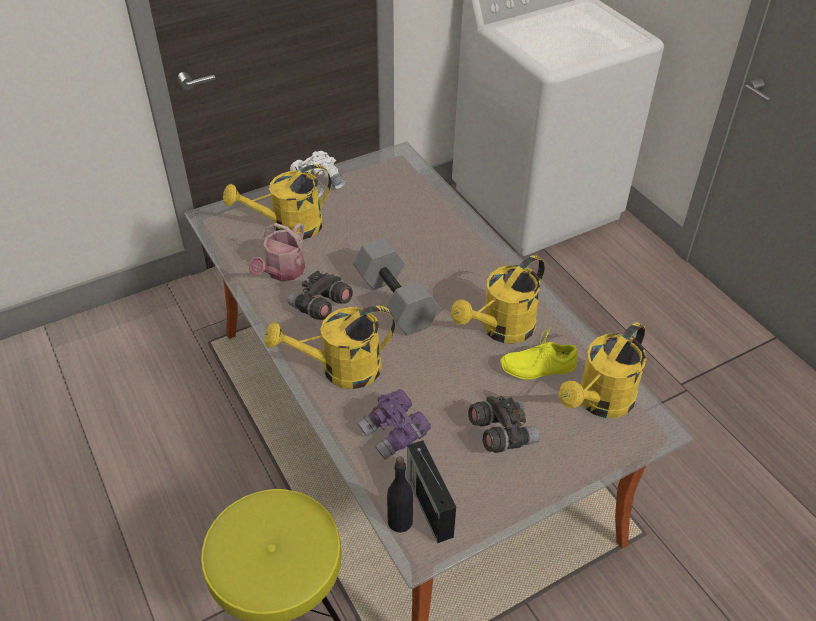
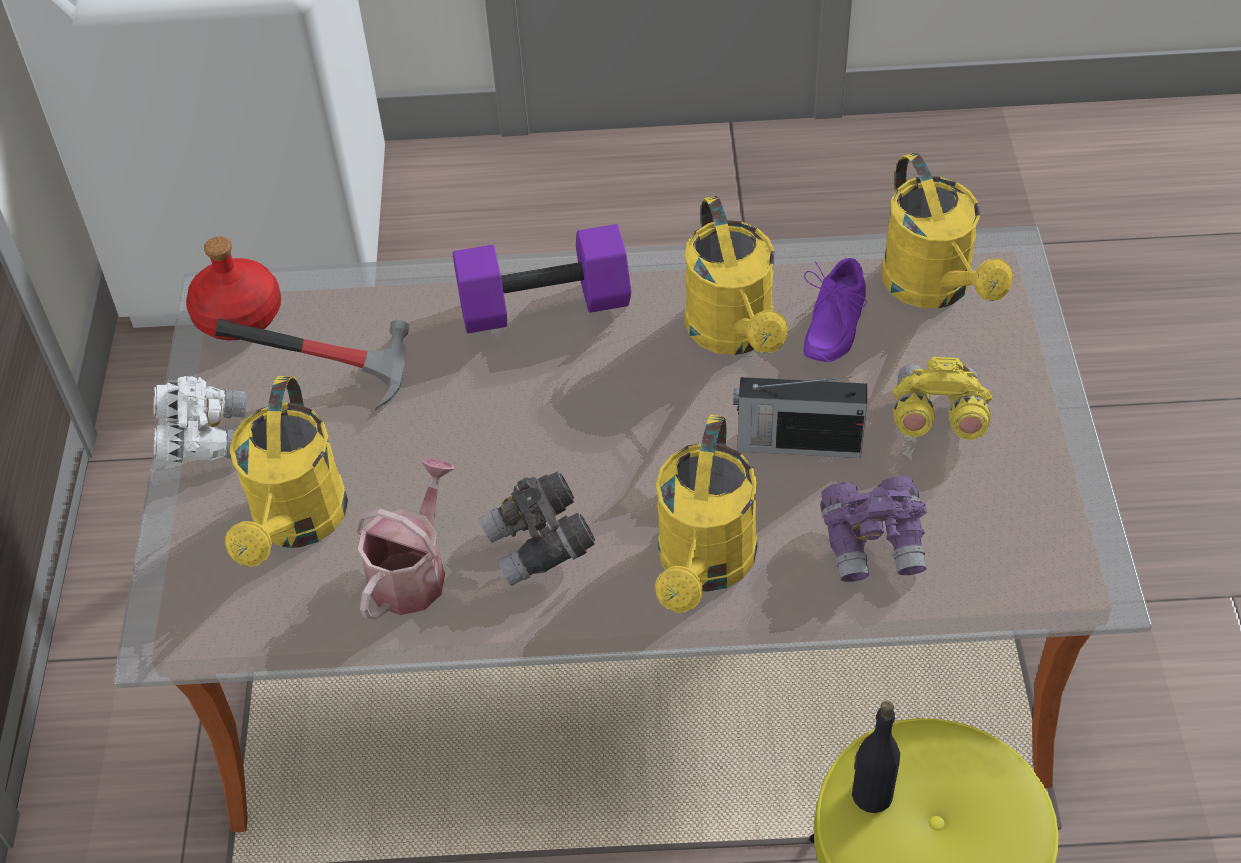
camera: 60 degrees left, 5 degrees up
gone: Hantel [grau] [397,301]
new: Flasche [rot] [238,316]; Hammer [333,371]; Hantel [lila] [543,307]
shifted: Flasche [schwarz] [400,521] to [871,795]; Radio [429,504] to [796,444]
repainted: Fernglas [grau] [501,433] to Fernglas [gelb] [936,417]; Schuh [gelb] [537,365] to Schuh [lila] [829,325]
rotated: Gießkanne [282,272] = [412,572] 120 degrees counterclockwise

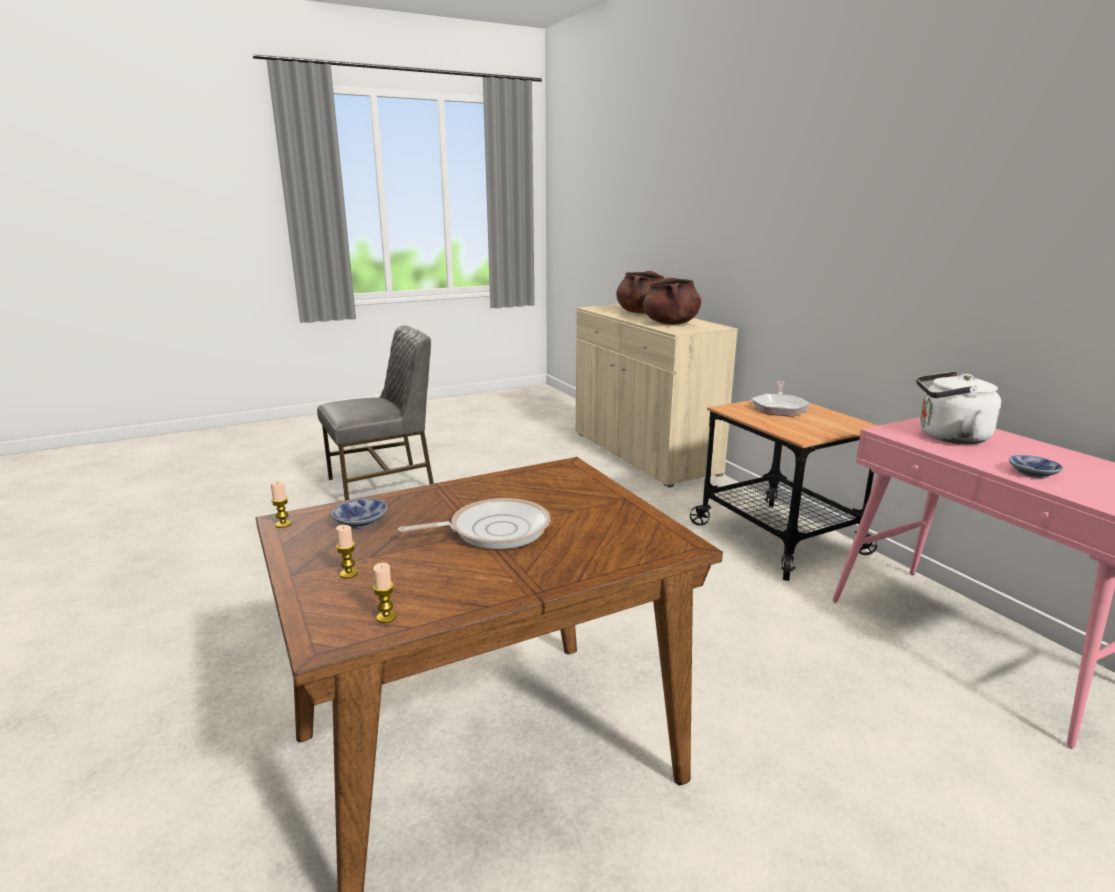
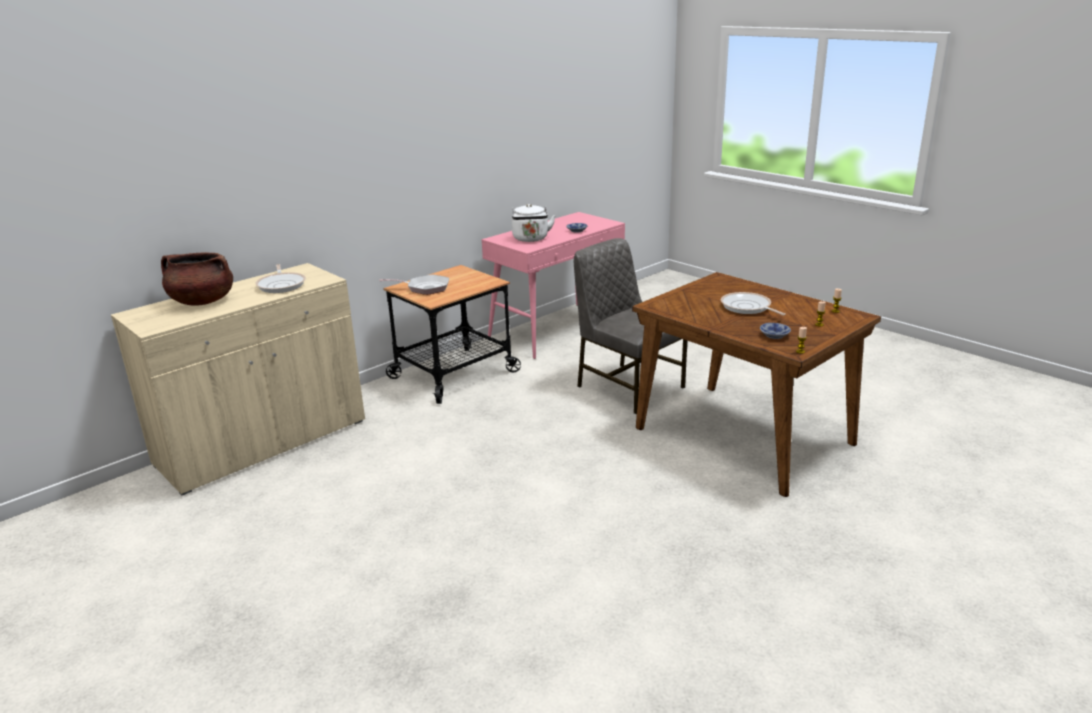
camera: 105 degrees left, 5 degrees up
shifted: Stuhl [grau] [383,484] to [628,386]
swapped: Kochtopf [braun] [670,323] to Pfanne [282,285]

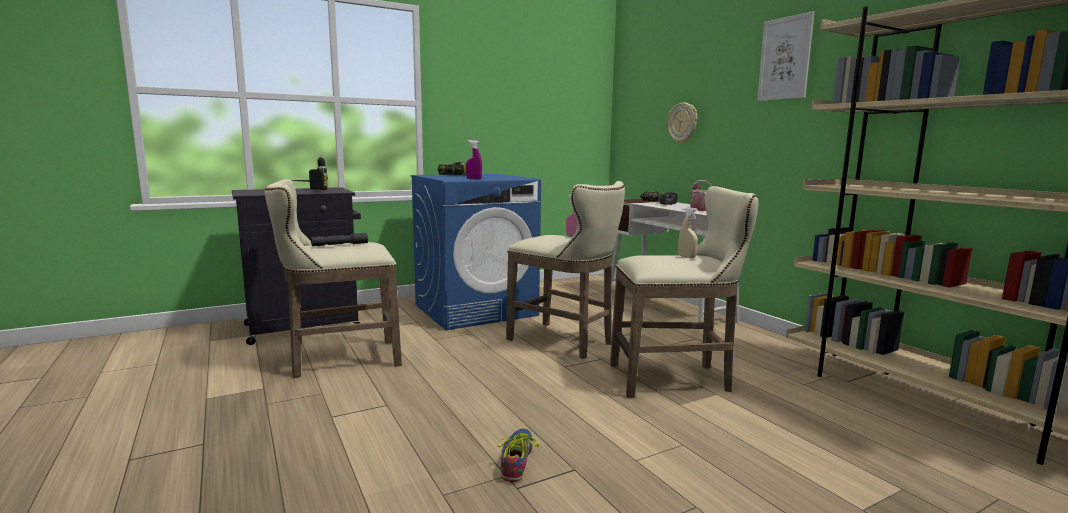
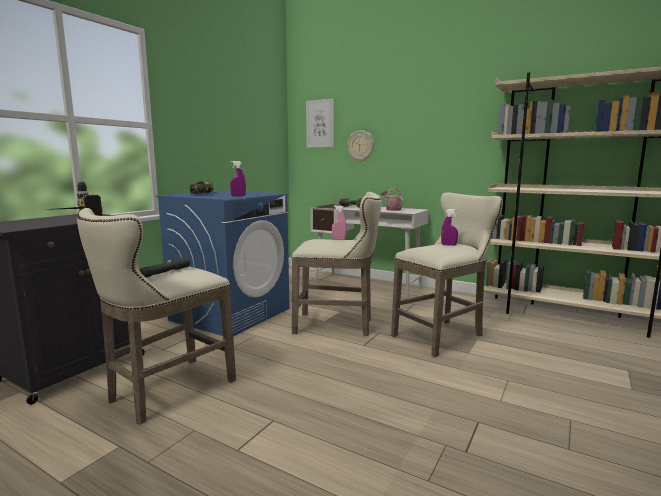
camera: 30 degrees left, 0 degrees up
gone: Schuh [516,460]
shifted: Bild [785,58] to [320,123]
repainted: Sprühflasche [beige] [686,257] to Sprühflasche [lila] [448,245]

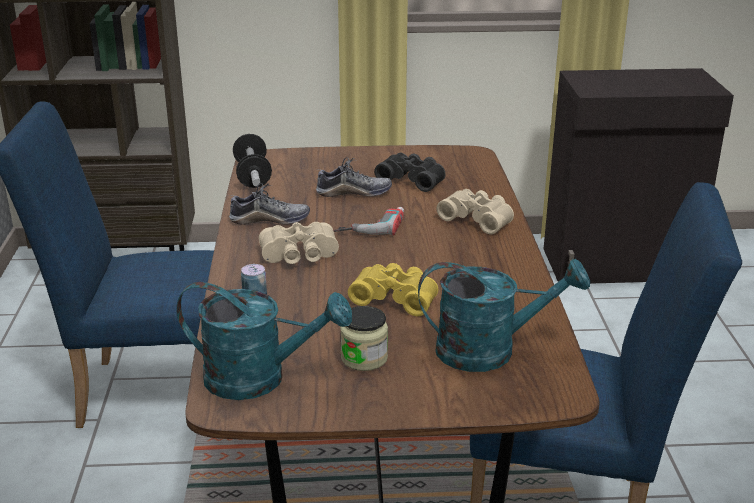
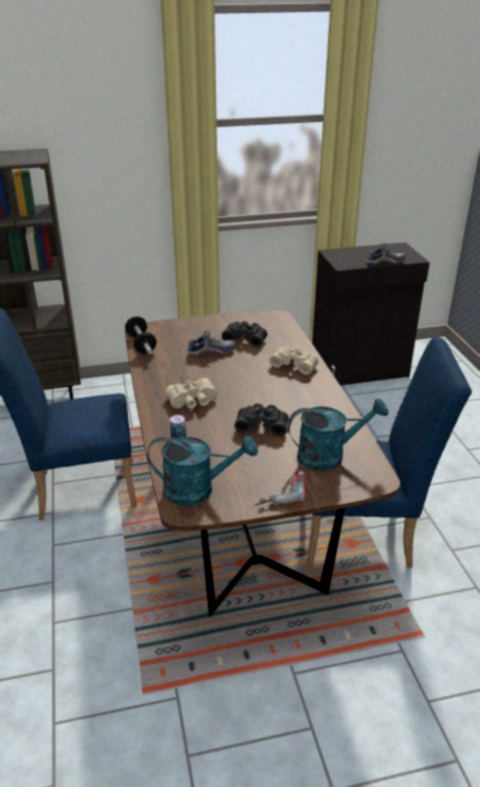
camera: 10 degrees left, 5 degrees up
gone: Vorratsglas [364,358]
shifted: Schuh [269,220] to [385,262]; Bohrmaschine [369,225] to [280,491]
repainted: Fernglas [gelb] [395,297] to Fernglas [schwarz] [262,425]

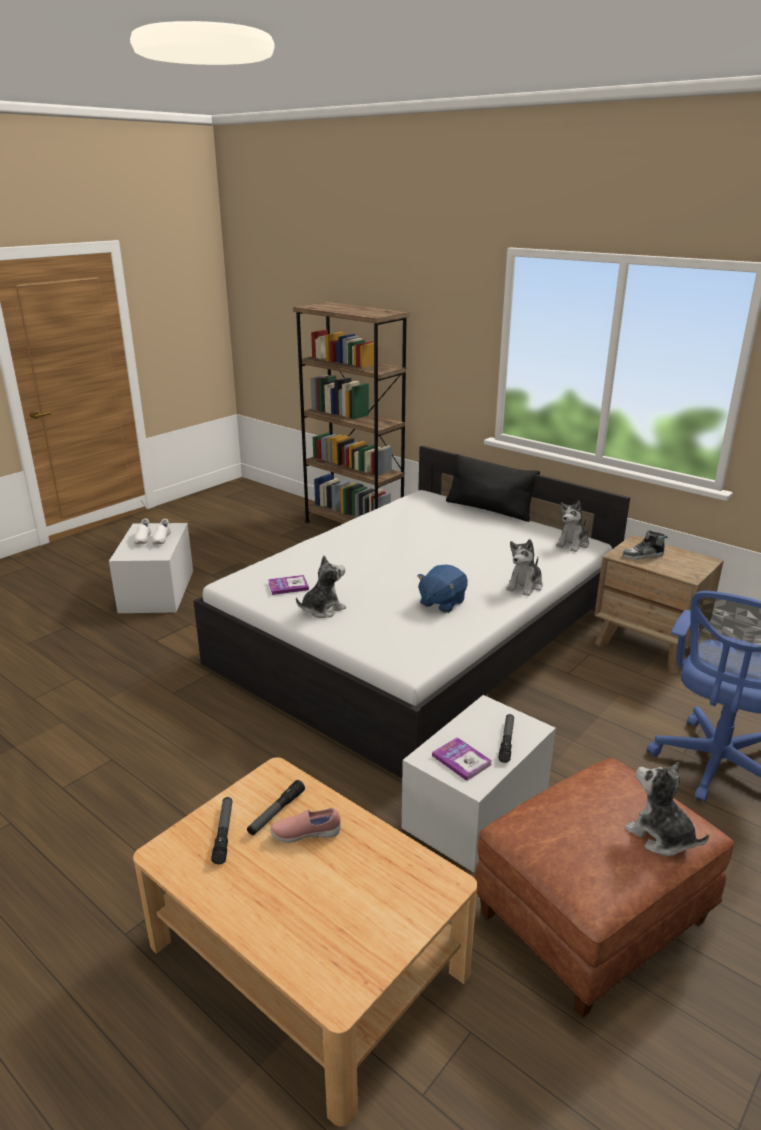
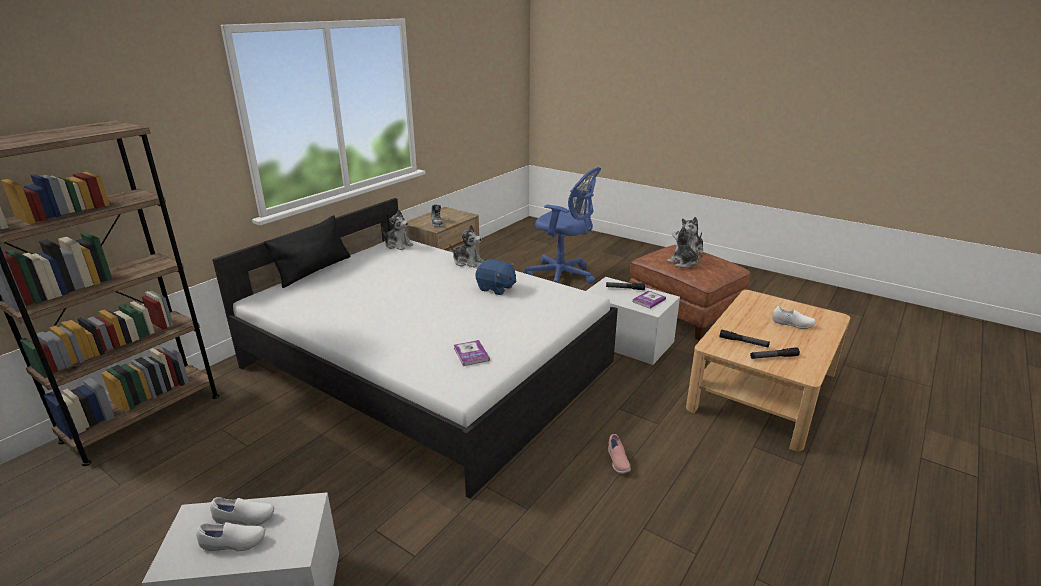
camera: 95 degrees left, 0 degrees up
new: Schuh [weiß] [792,324]
shifted: Schuh [rosa] [305,834] to [617,461]; Plüschtier [322,609] to [683,263]

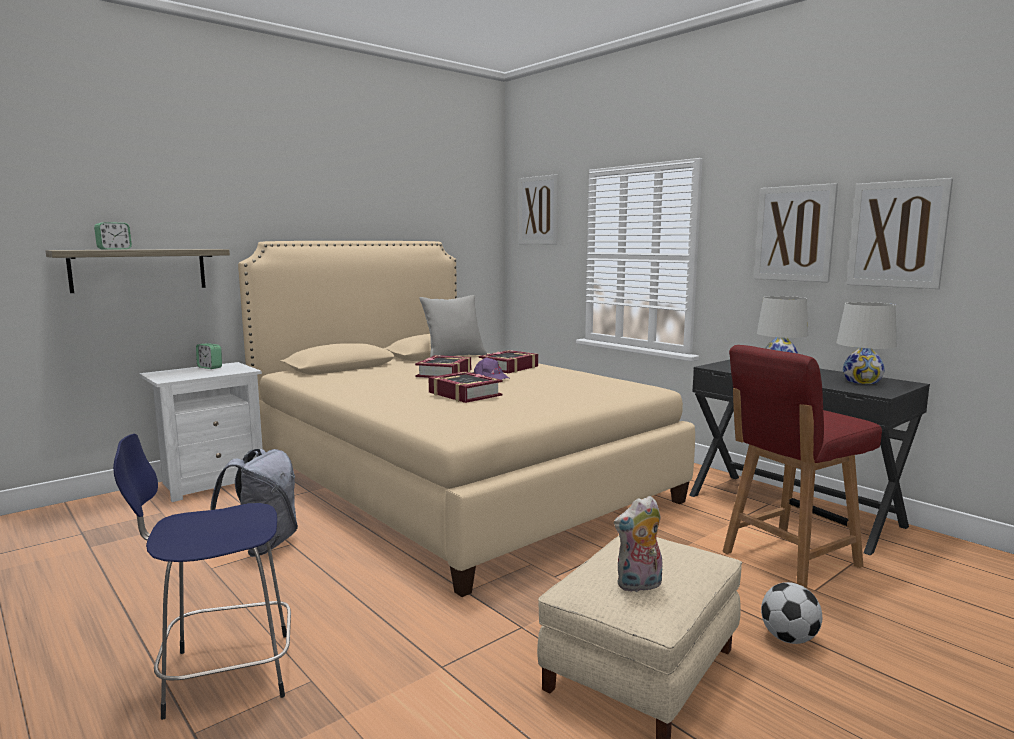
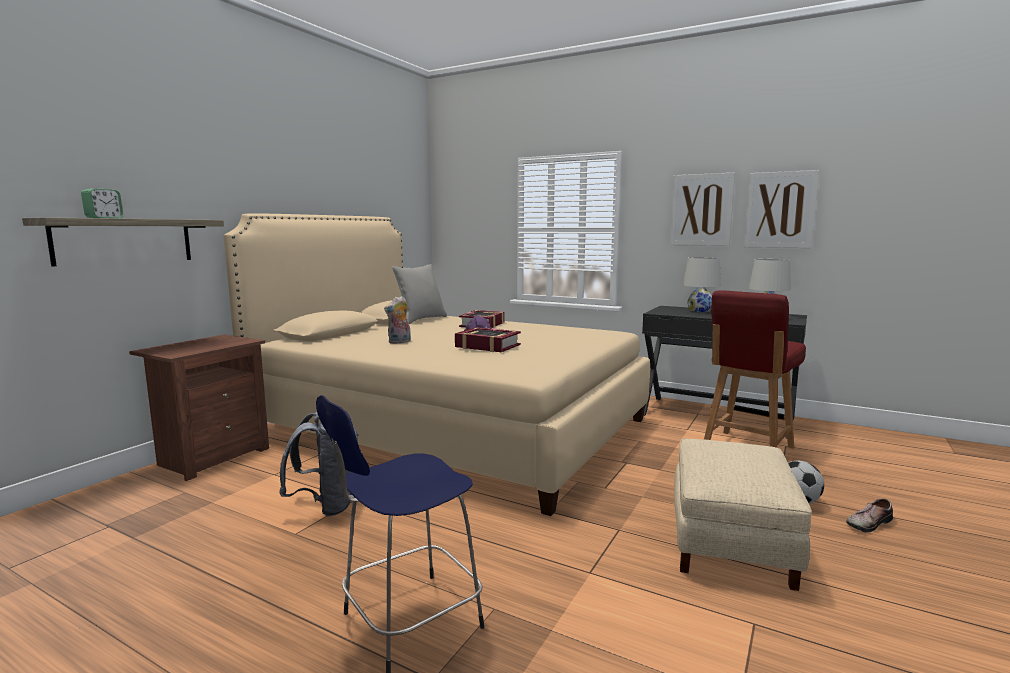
camera: 20 degrees left, 0 degrees up
gone: Wecker [210,367]; Buch [444,373]; Bild [538,210]
new: Schuh [867,523]
shifted: Plüschtier [639,586] to [399,342]
repainted: Nachttisch [weiß] [211,482] to Nachttisch [braun] [212,457]

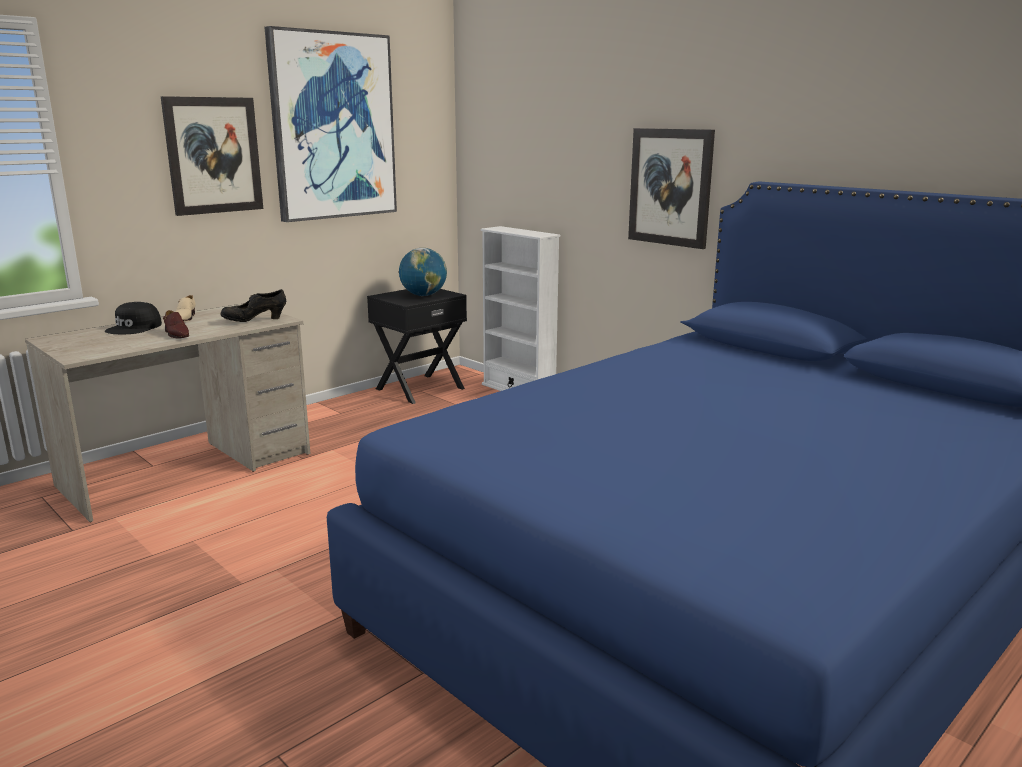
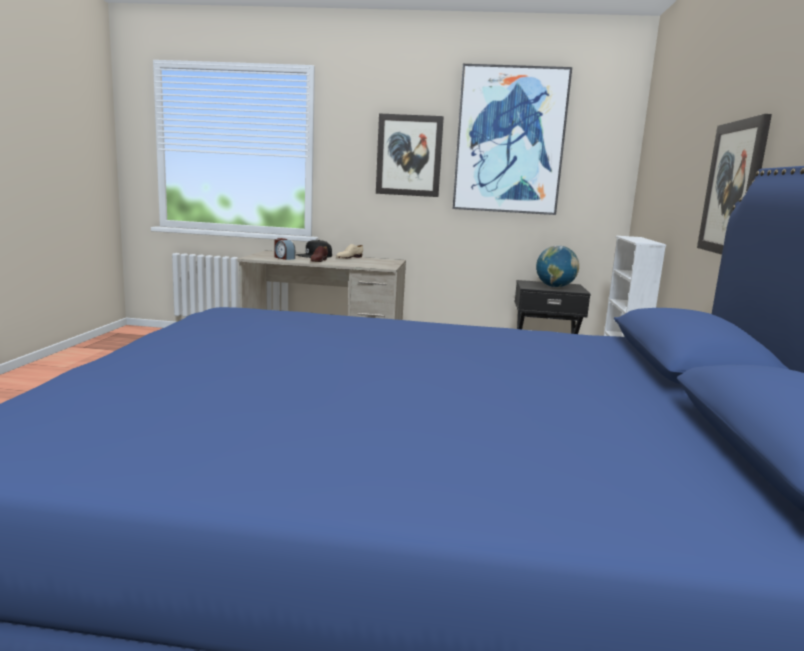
camera: 50 degrees right, 5 degrees down
gone: Schuh [schwarz] [254,321]
new: Wecker [284,258]

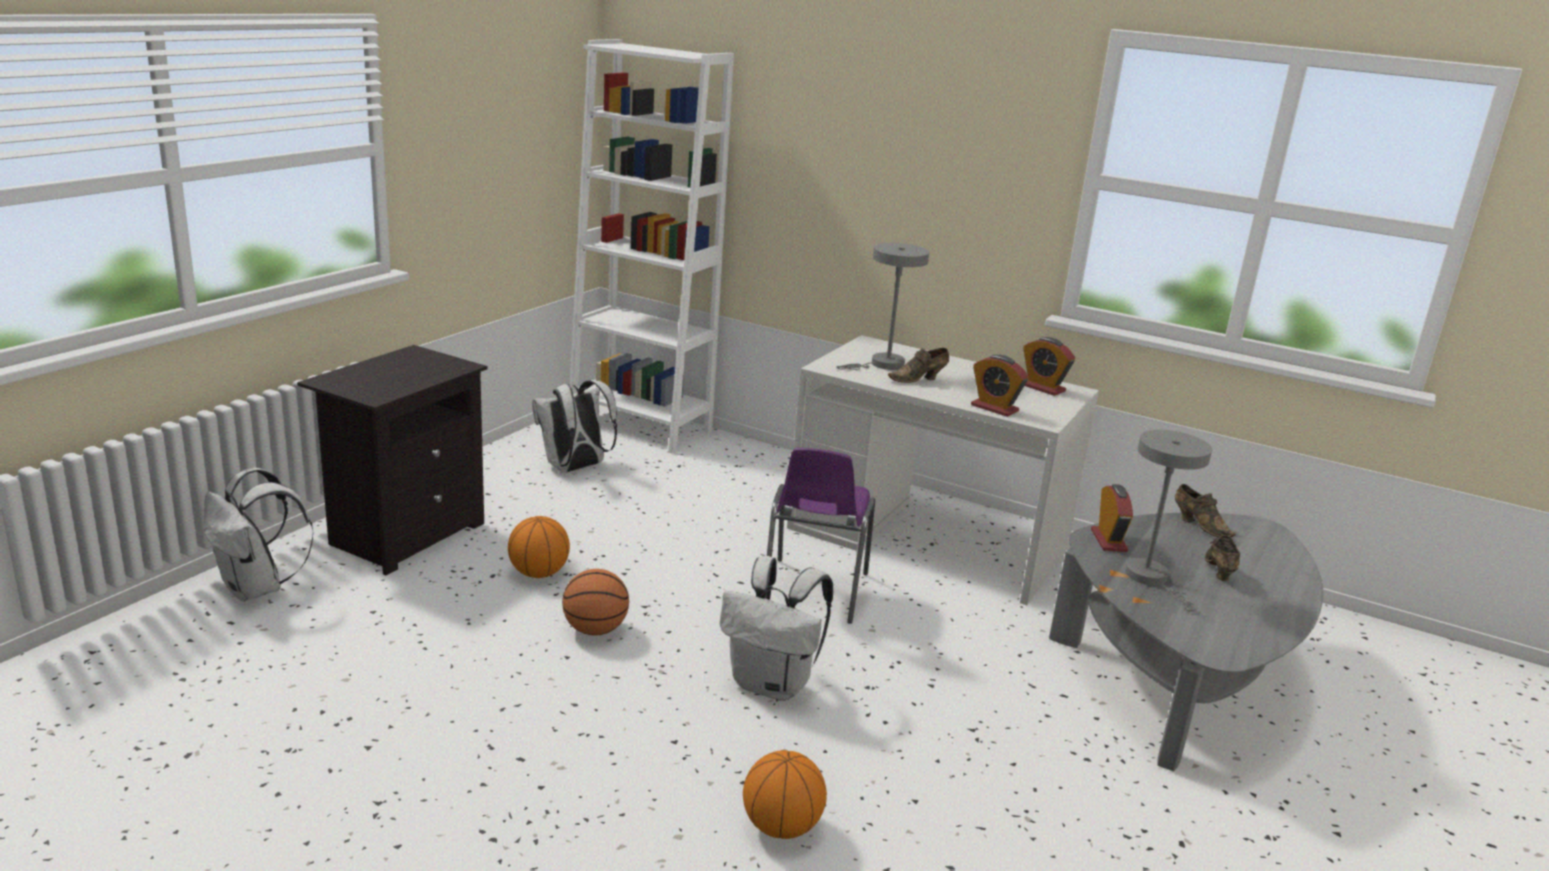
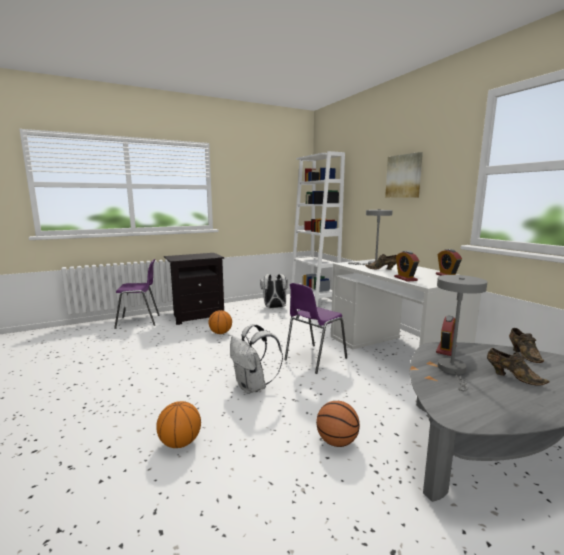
camera: 35 degrees right, 10 degrees down
new: Bild [404,176]
shifted: Basketball [595,630] to [336,442]
swapped: Rucksack [weiß] [257,589] to Stuhl [lila] [139,321]
rotated: Schuh [braun] [1218,570] = [512,377] 90 degrees clockwise

